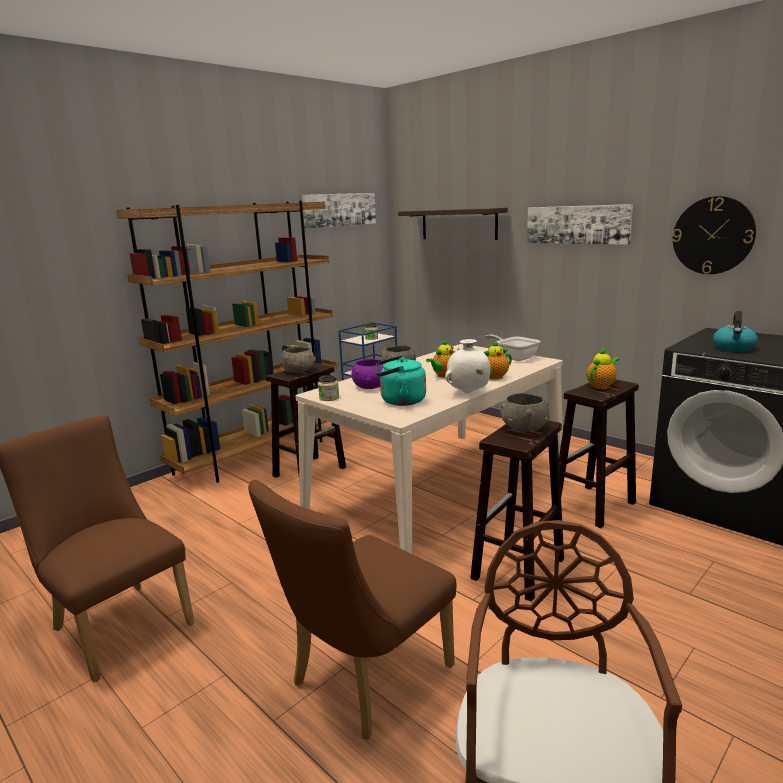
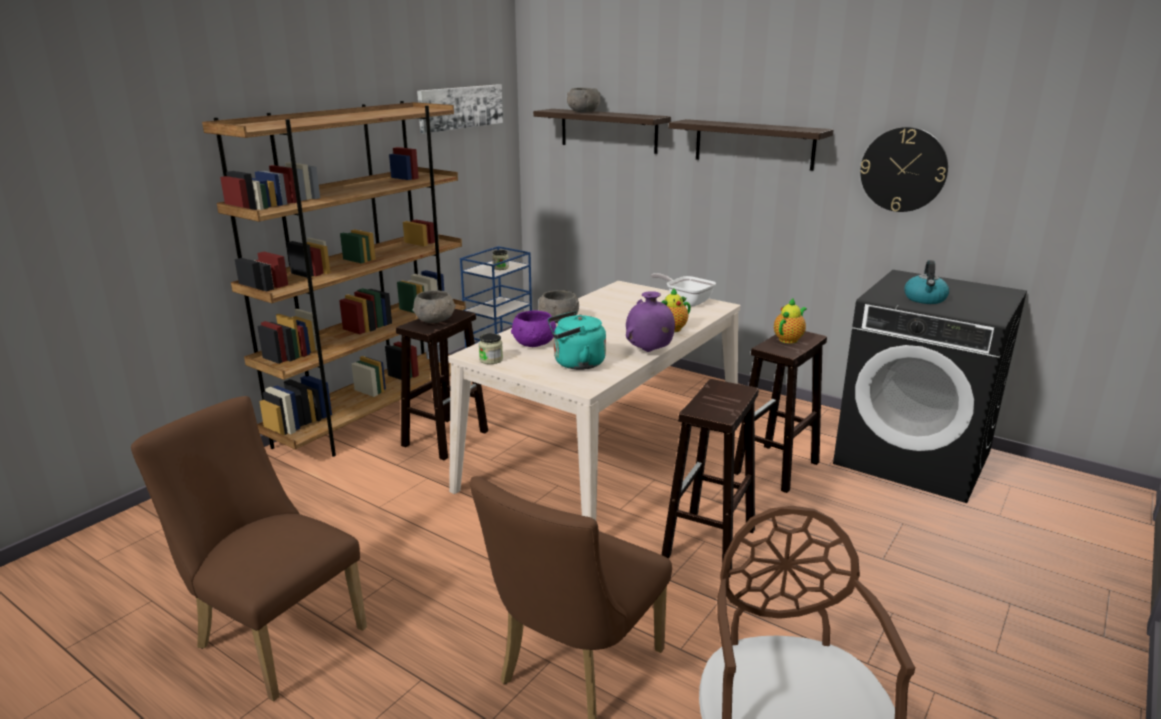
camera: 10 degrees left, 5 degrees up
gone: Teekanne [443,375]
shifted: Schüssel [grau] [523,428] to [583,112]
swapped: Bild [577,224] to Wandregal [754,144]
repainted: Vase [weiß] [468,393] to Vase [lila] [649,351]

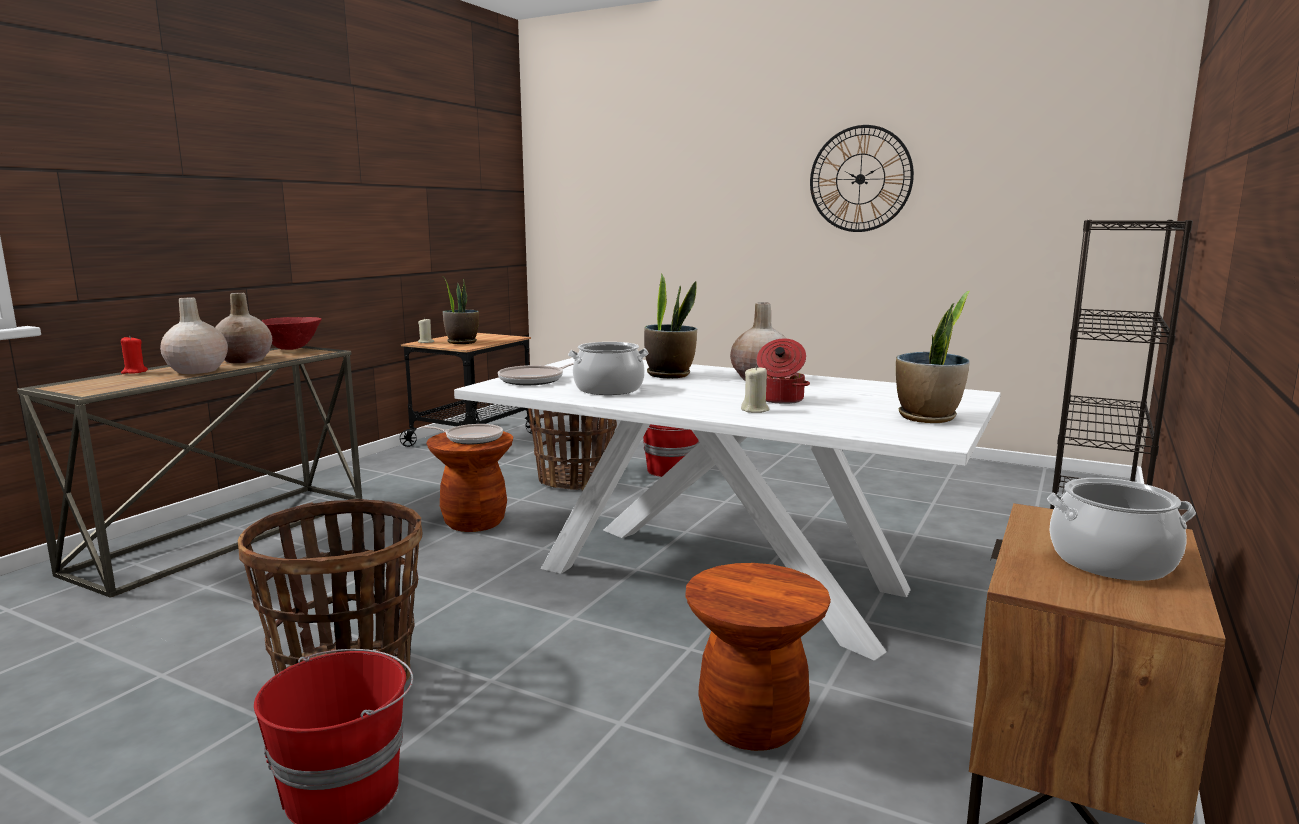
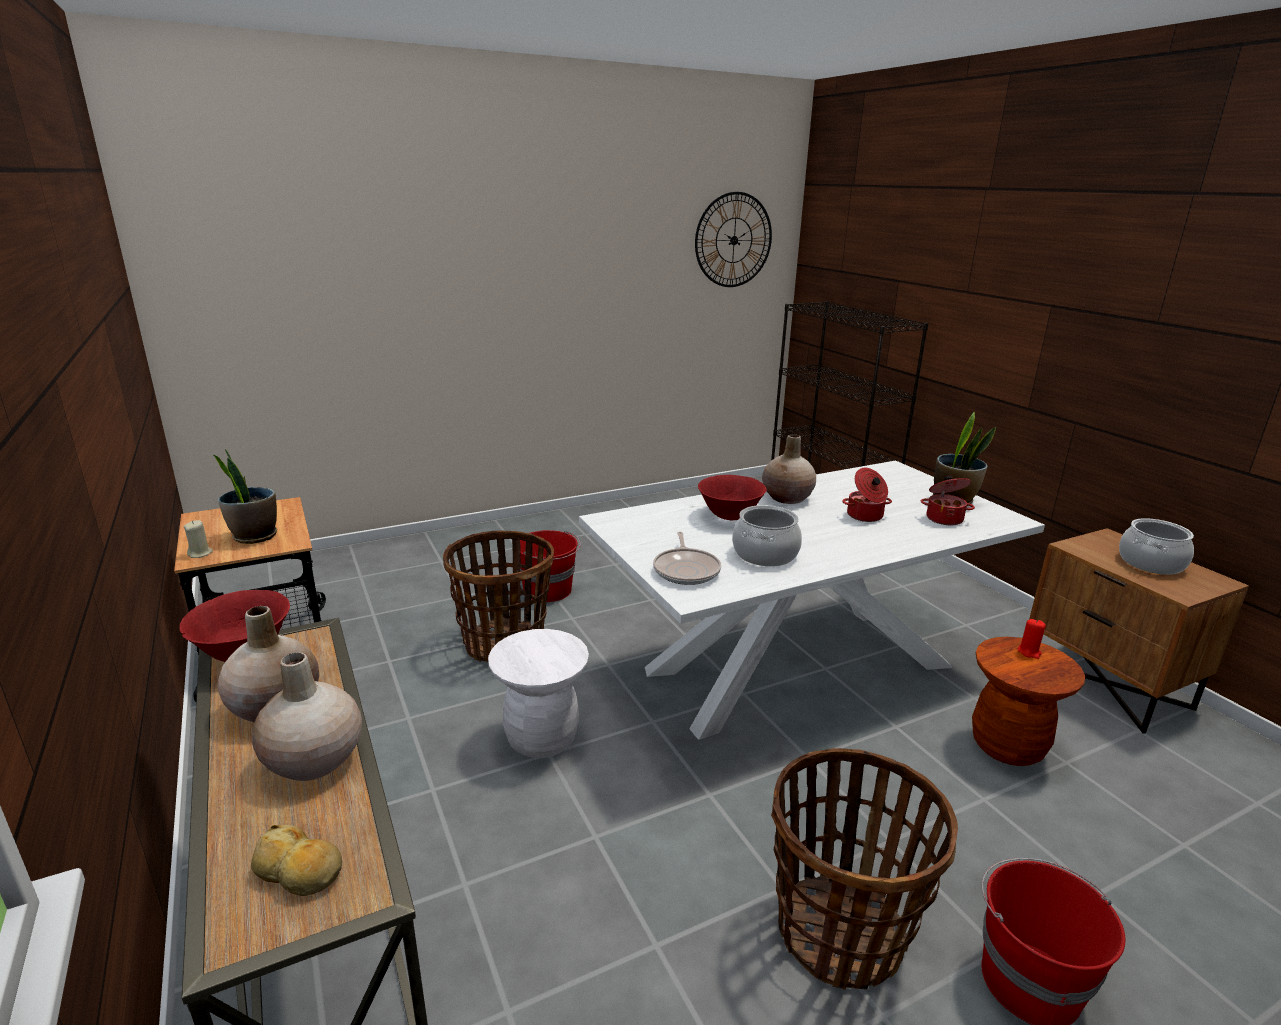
camera: 55 degrees left, 10 degrees up
gone: Pfanne [471,438]; Kerze [beige] [755,410]
new: Brot [299,871]; Kochtopf [944,518]
shifted: Kerze [rot] [134,372] to [1029,652]; Wanduhr [860,179] to [733,240]
swapped: Topfpflanze [669,375] to Schüssel [rot] [729,517]
repainted: Hocker [braun] [474,522] to Hocker [weiß] [542,738]

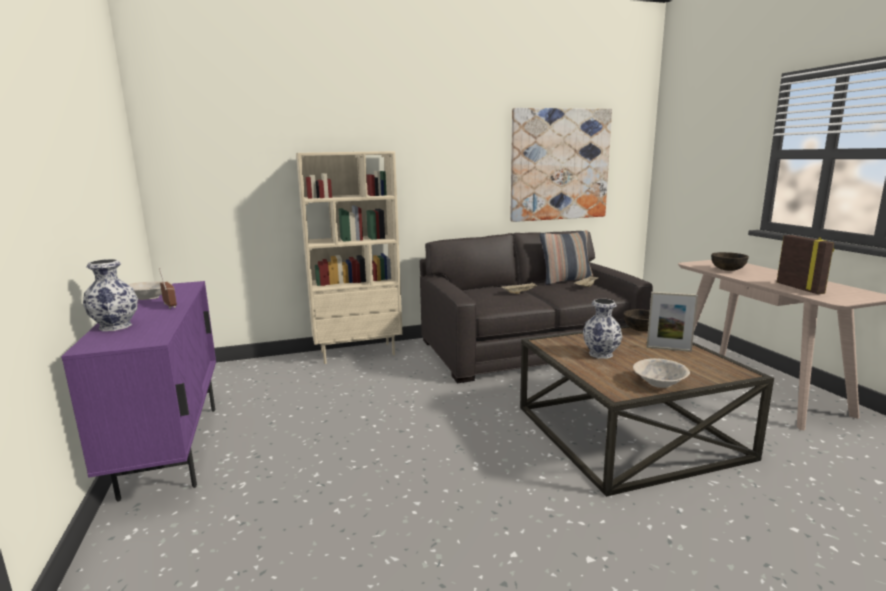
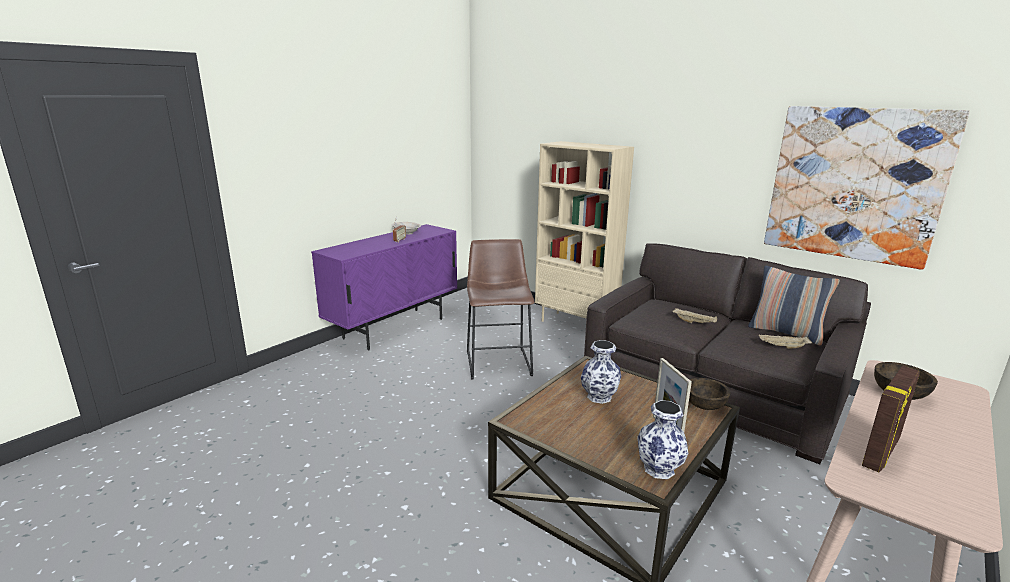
camera: 55 degrees right, 5 degrees up
gone: Schüssel [beige] [659,383]
new: Hocker [braun] [498,360]
shifted: Vase [116,326] to [660,469]

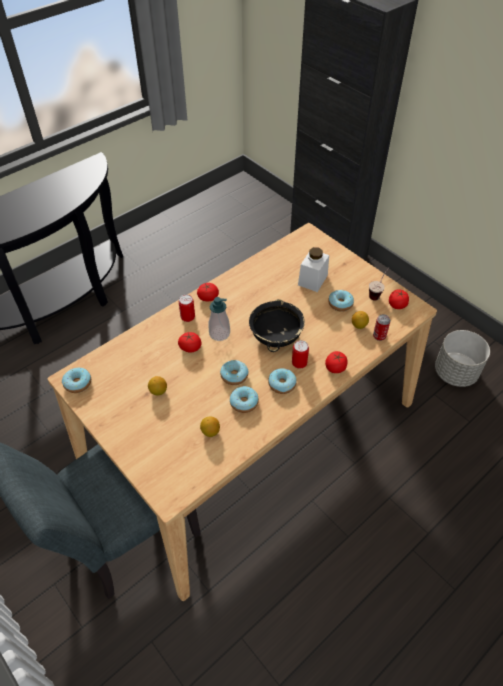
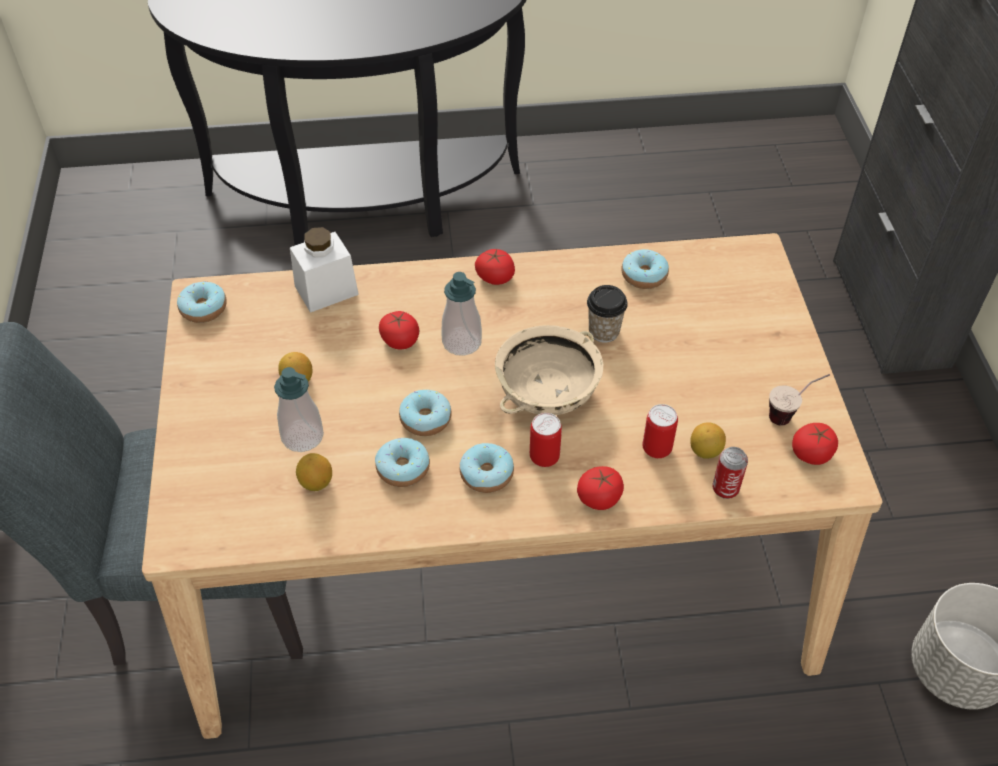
camera: 35 degrees right, 0 degrees up
new: Seifenspender [302,436]; Tasse [604,331]
shifted: Dose [188,317] to [656,448]; Vorratsglas [weiß] [312,280] to [326,290]; Donut [340,304] to [644,276]
repainted: Schüssel [schwarz] [276,336] to Schüssel [beige] [547,393]

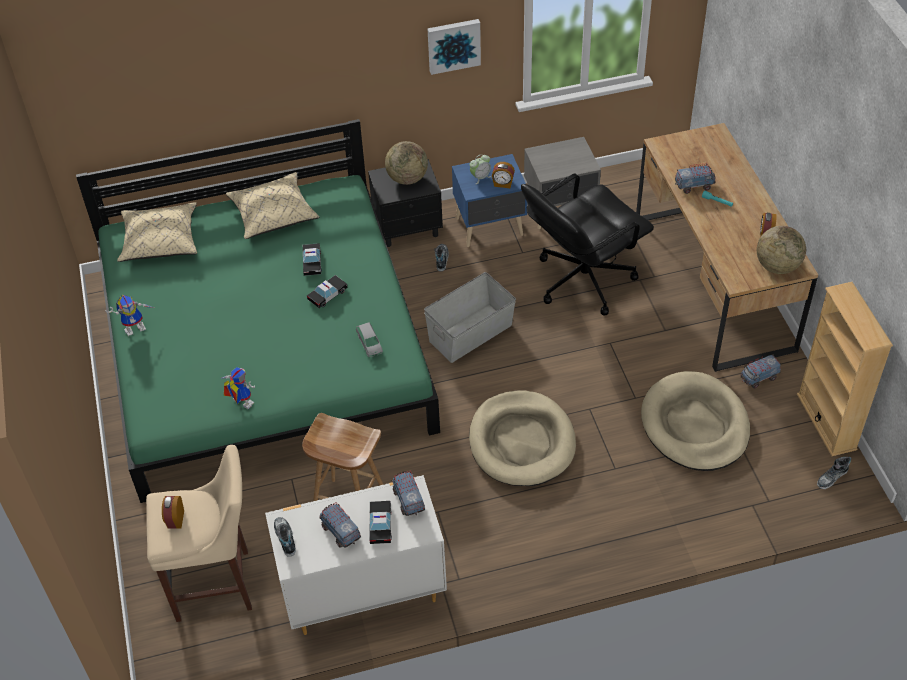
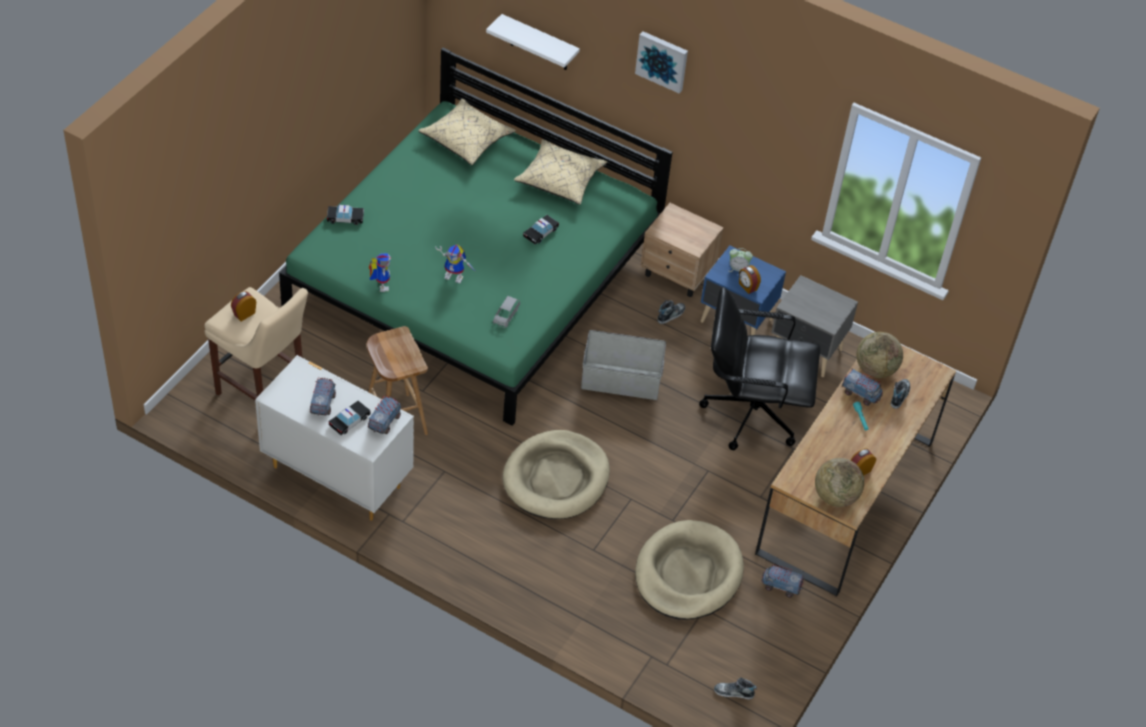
camera: 40 degrees right, 0 degrees up
gone: Bücherregal [beige] [826,421]
new: Wandregal [weiß] [539,43]
shifted: Spielzeugroboter [136,327] to [456,276]; Schuh [285,538] to [899,395]; Spielzeugauto [327,295] to [345,218]; Globus [407,178] to [875,369]; Bild [453,45] to [662,60]
repainted: Nachttisch [schwarz] [408,227] to Nachttisch [beige] [678,274]

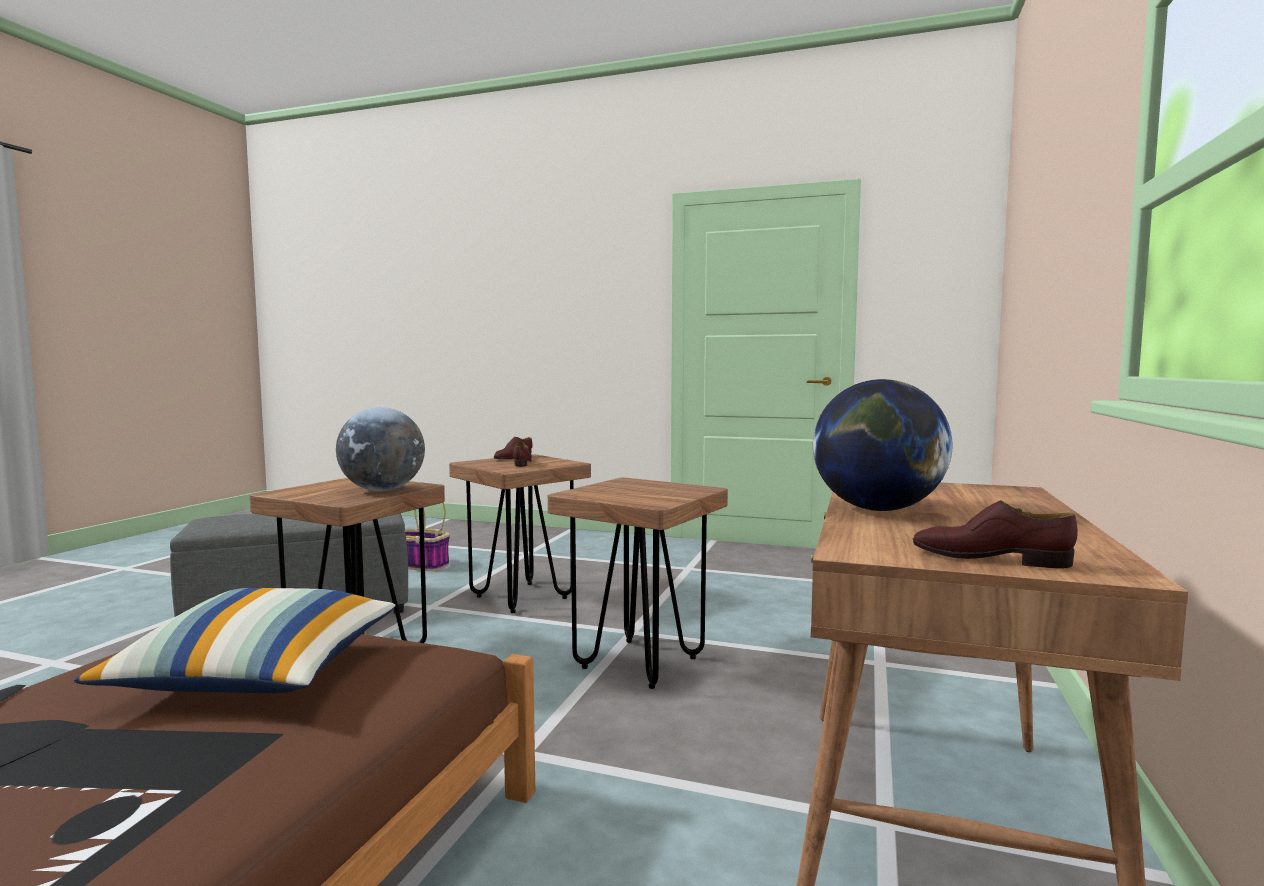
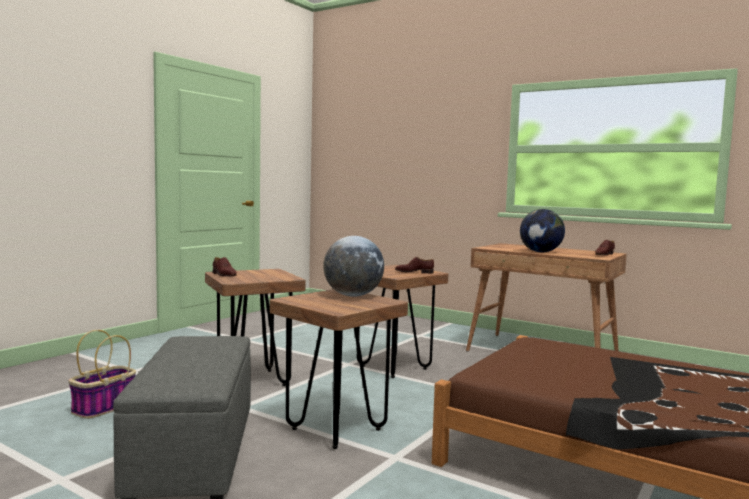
camera: 75 degrees left, 0 degrees up
gone: Kissen [258,675]
shifted: Schuh [braun] [522,463] to [414,272]

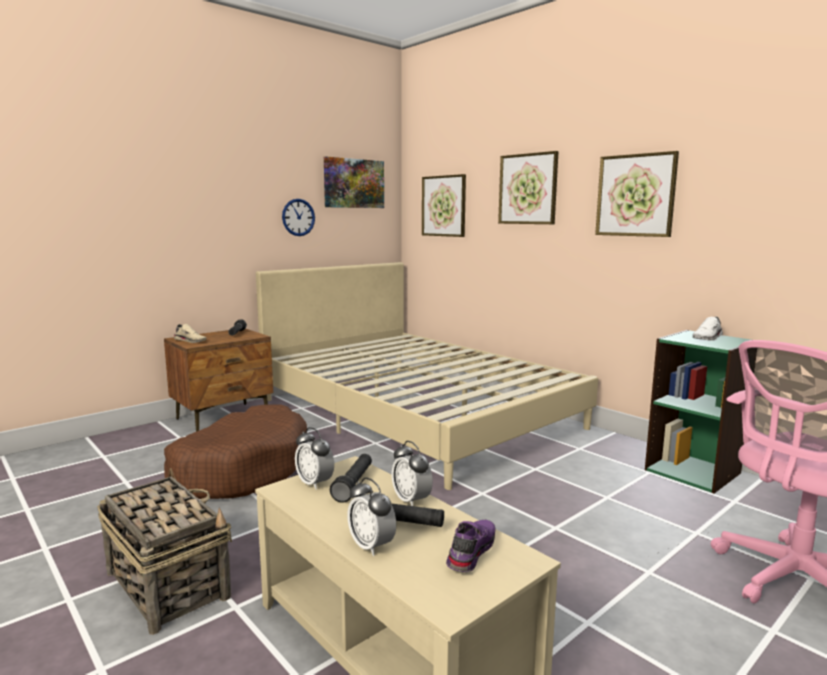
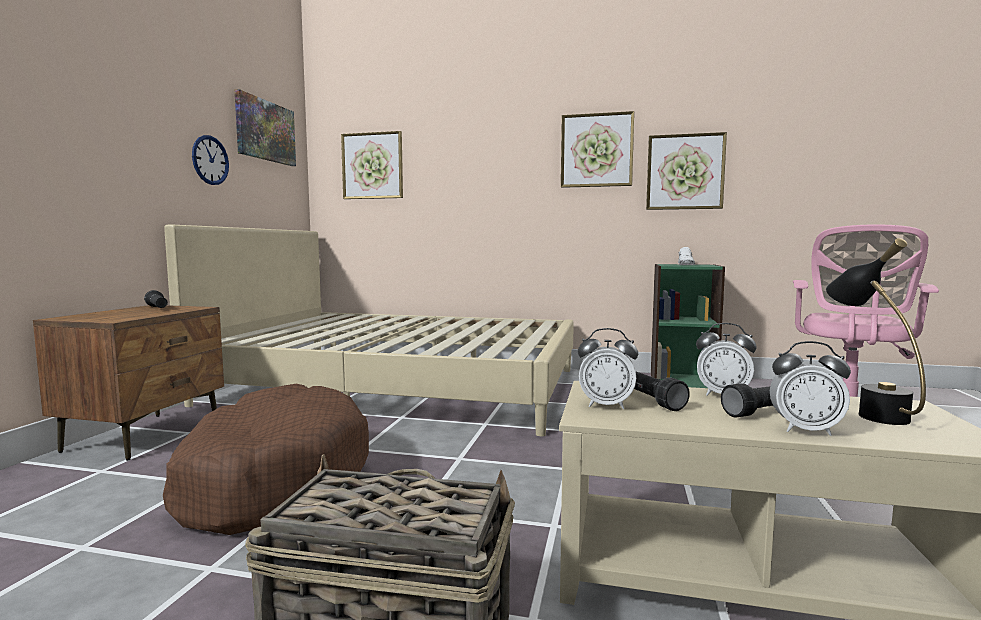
camera: 35 degrees left, 5 degrees down
gone: Schuh [beige] [191,341]
shifted: Bild [528,189] to [685,172]
swapped: Schuh [lila] [469,551] to Tischlampe [schwarz] [869,411]

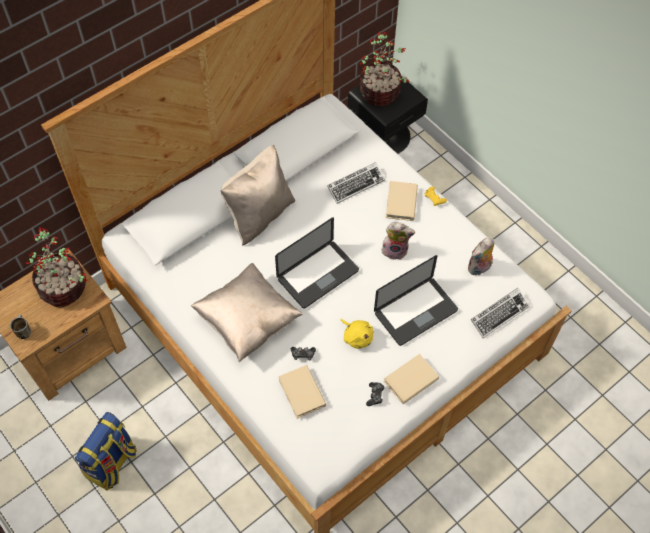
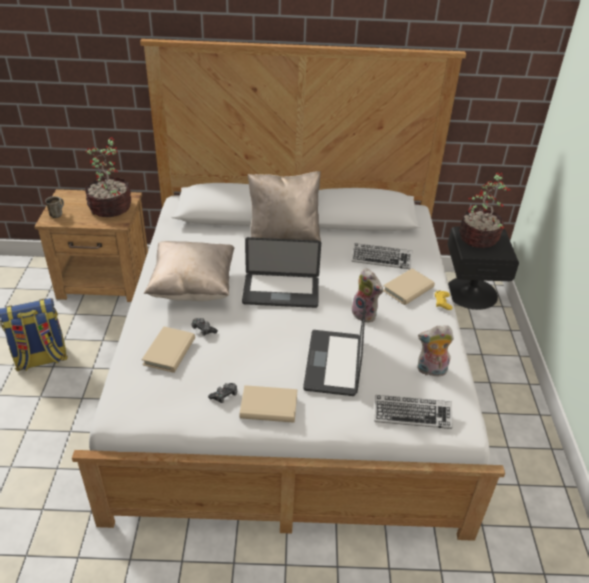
camera: 40 degrees right, 20 degrees down
gone: Plüschtier [gelb] [357,337]
rotated: Laptop [415,312] = [333,363] 90 degrees clockwise

